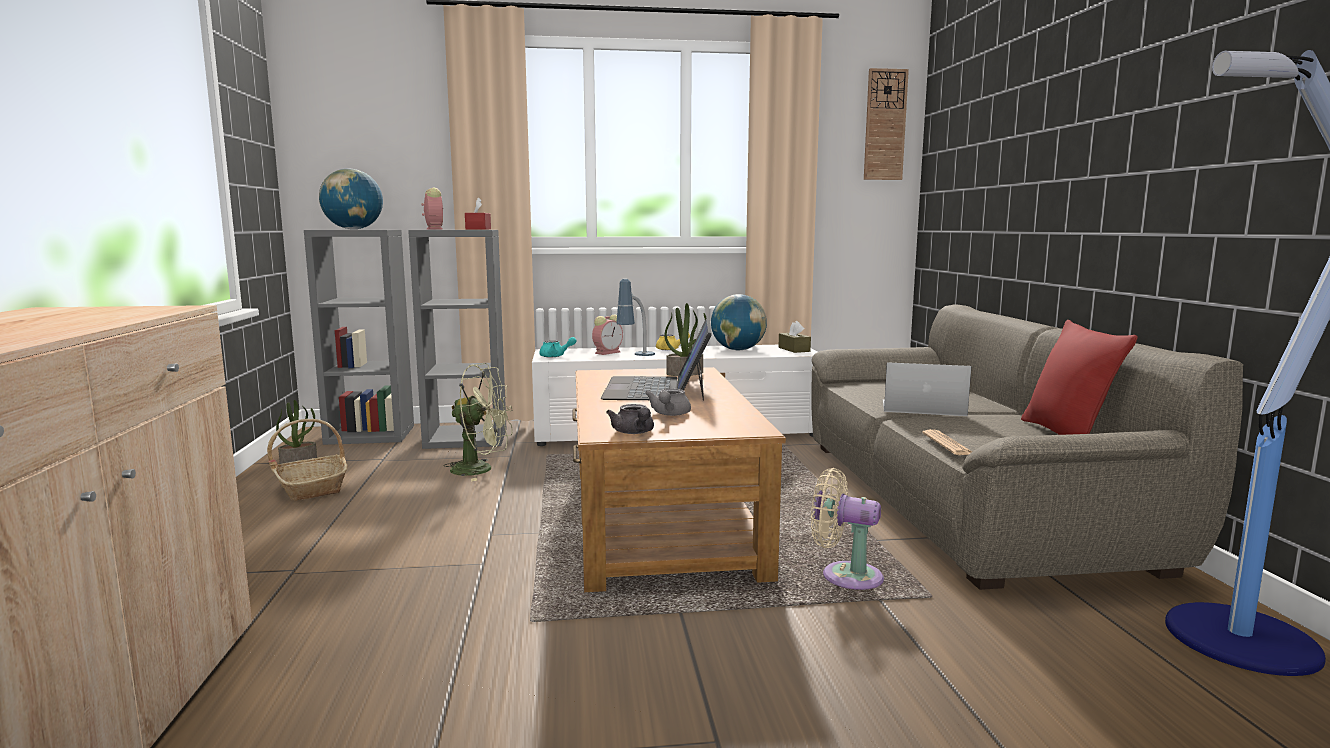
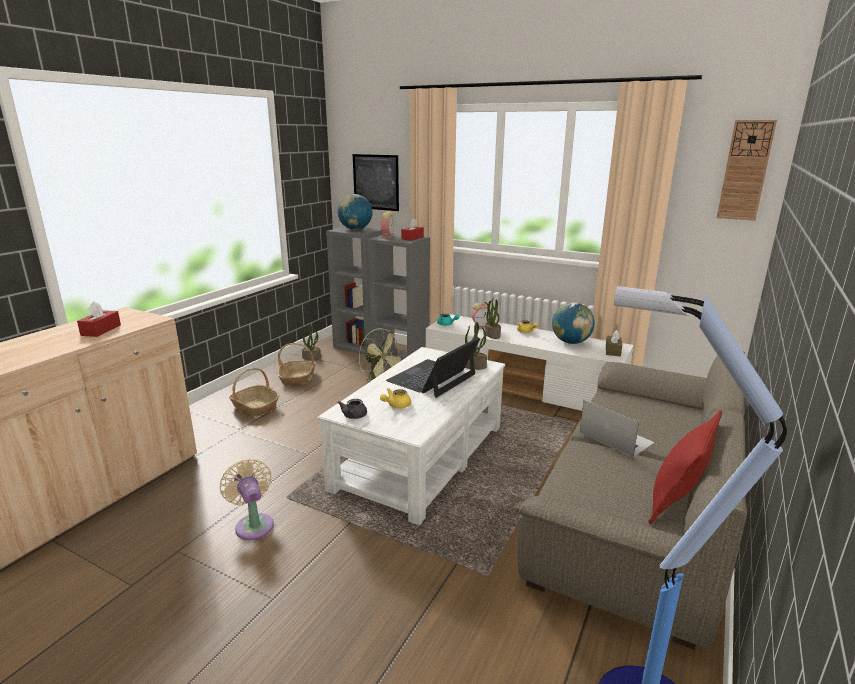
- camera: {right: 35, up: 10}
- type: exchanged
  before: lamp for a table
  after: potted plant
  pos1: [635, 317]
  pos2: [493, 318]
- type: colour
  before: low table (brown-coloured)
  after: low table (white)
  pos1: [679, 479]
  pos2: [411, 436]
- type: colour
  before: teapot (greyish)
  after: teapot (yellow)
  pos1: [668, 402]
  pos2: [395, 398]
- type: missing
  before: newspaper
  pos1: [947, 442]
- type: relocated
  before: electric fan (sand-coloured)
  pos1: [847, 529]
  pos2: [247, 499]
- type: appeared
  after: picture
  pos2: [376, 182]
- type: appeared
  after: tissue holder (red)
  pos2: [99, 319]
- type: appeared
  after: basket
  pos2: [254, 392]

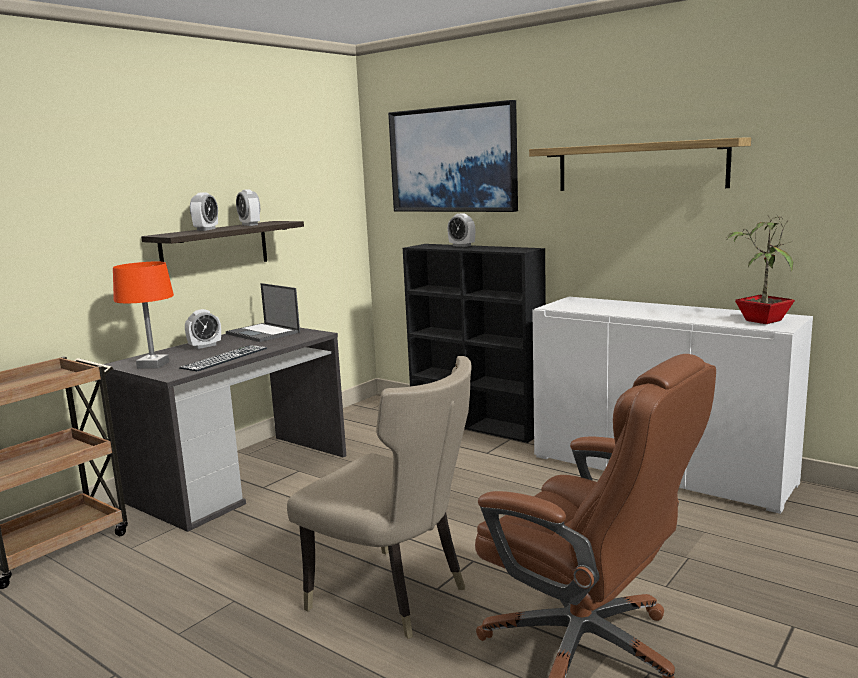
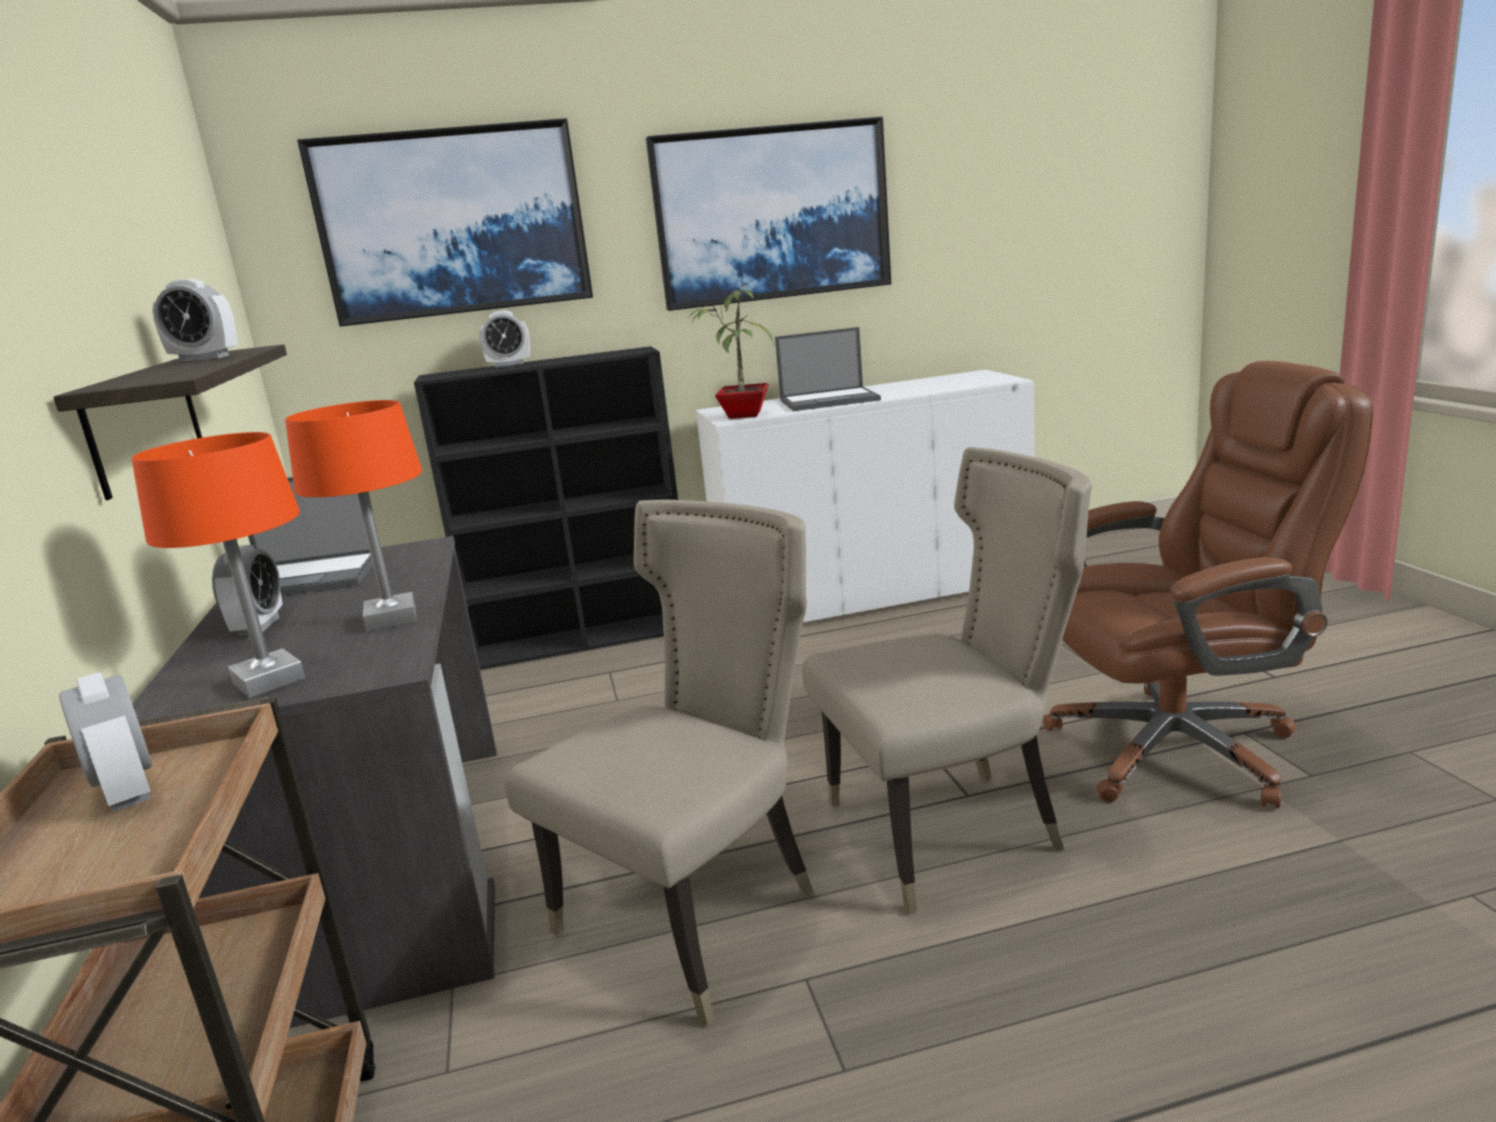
- camera: {right: -50, up: 5}
- type: exchanged
  before: wall shelf
  after: picture
  pos1: [640, 164]
  pos2: [768, 214]
- type: relocated
  before: alarm clock
  pos1: [204, 211]
  pos2: [105, 742]
- type: relocated
  before: potted plant
  pos1: [761, 270]
  pos2: [731, 350]
- type: exchanged
  before: computer keyboard
  after: lamp for a table (orangey)
  pos1: [223, 358]
  pos2: [353, 516]
- type: appeared
  after: laptop
  pos2: [828, 369]
- type: appeared
  after: plain chair (sand-coloured)
  pos2: [660, 763]

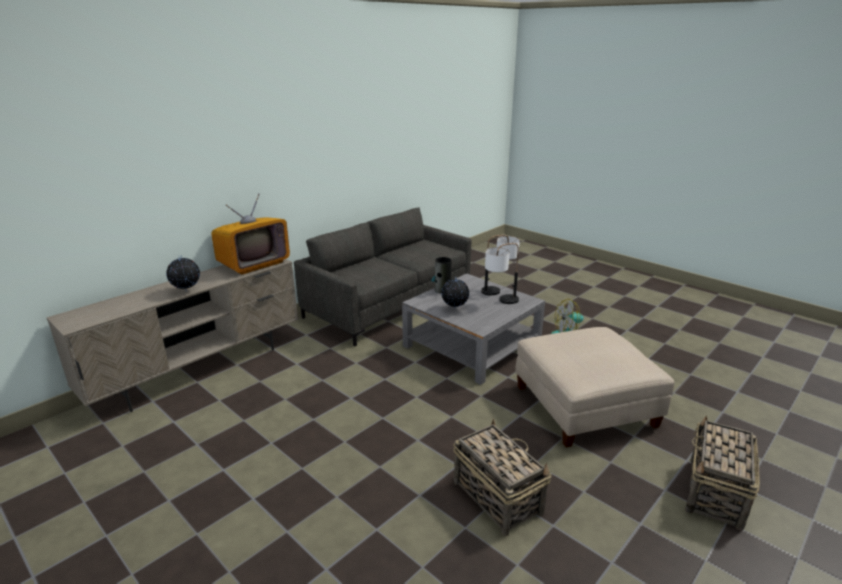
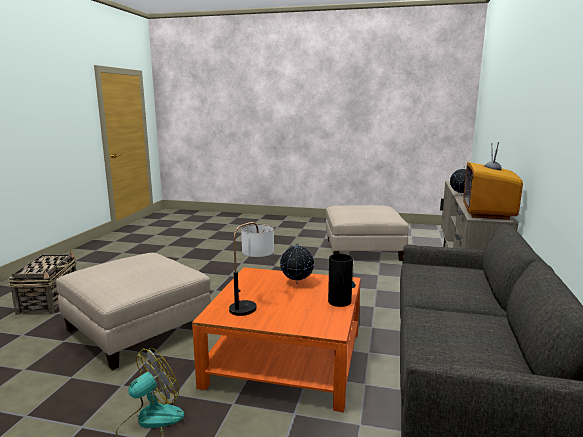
- camera: {right: 150, up: -10}
- type: missing
  before: lamp for a table
  pos1: [500, 265]
- type: colour
  before: low table (greyish)
  after: low table (orangey)
  pos1: [473, 329]
  pos2: [276, 339]
- type: missing
  before: basket
  pos1: [502, 477]
- type: appeared
  after: ottoman (sand-coloured)
  pos2: [367, 233]

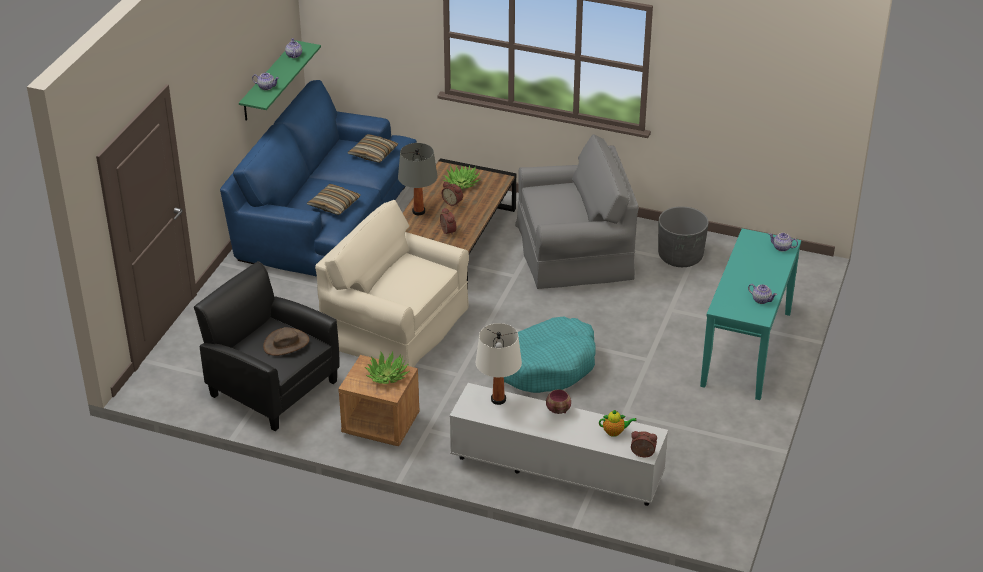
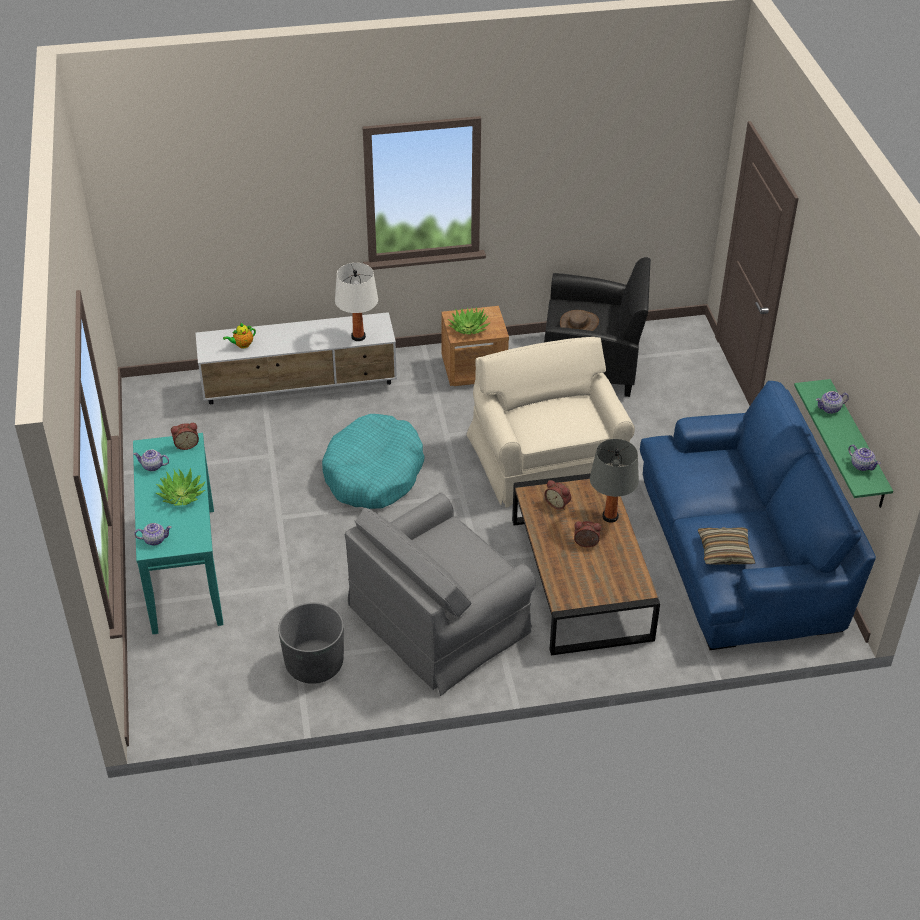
- camera: {right: 150, up: 5}
- type: relocated
  before: potted plant
  pos1: [461, 177]
  pos2: [181, 487]
- type: missing
  before: pillow
  pos1: [334, 199]
- type: spun
  before: armchair (sand-coloured)
  pos1: [392, 283]
  pos2: [551, 422]
  turn: -105
- type: missing
  before: deep dish
  pos1: [558, 401]
- type: relocated
  before: alarm clock
  pos1: [644, 444]
  pos2: [185, 436]

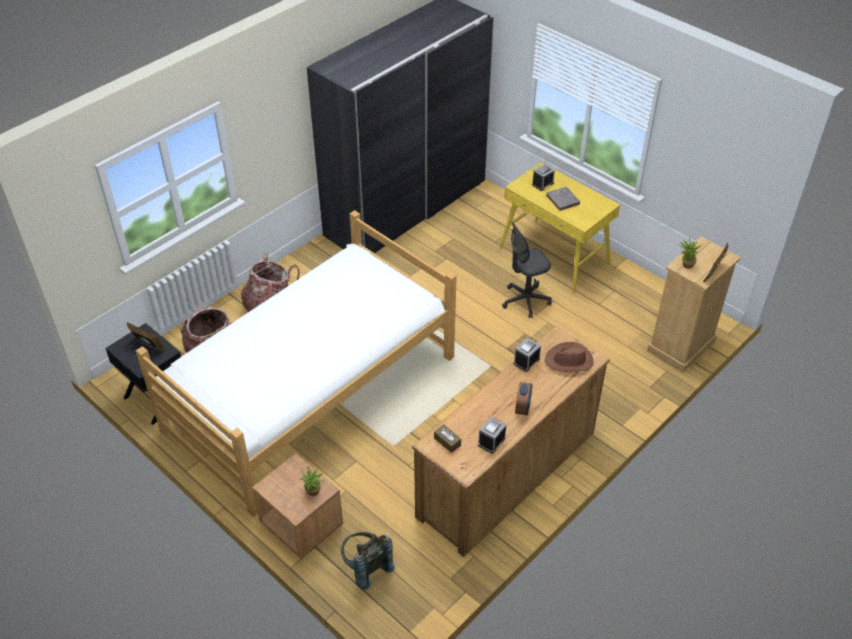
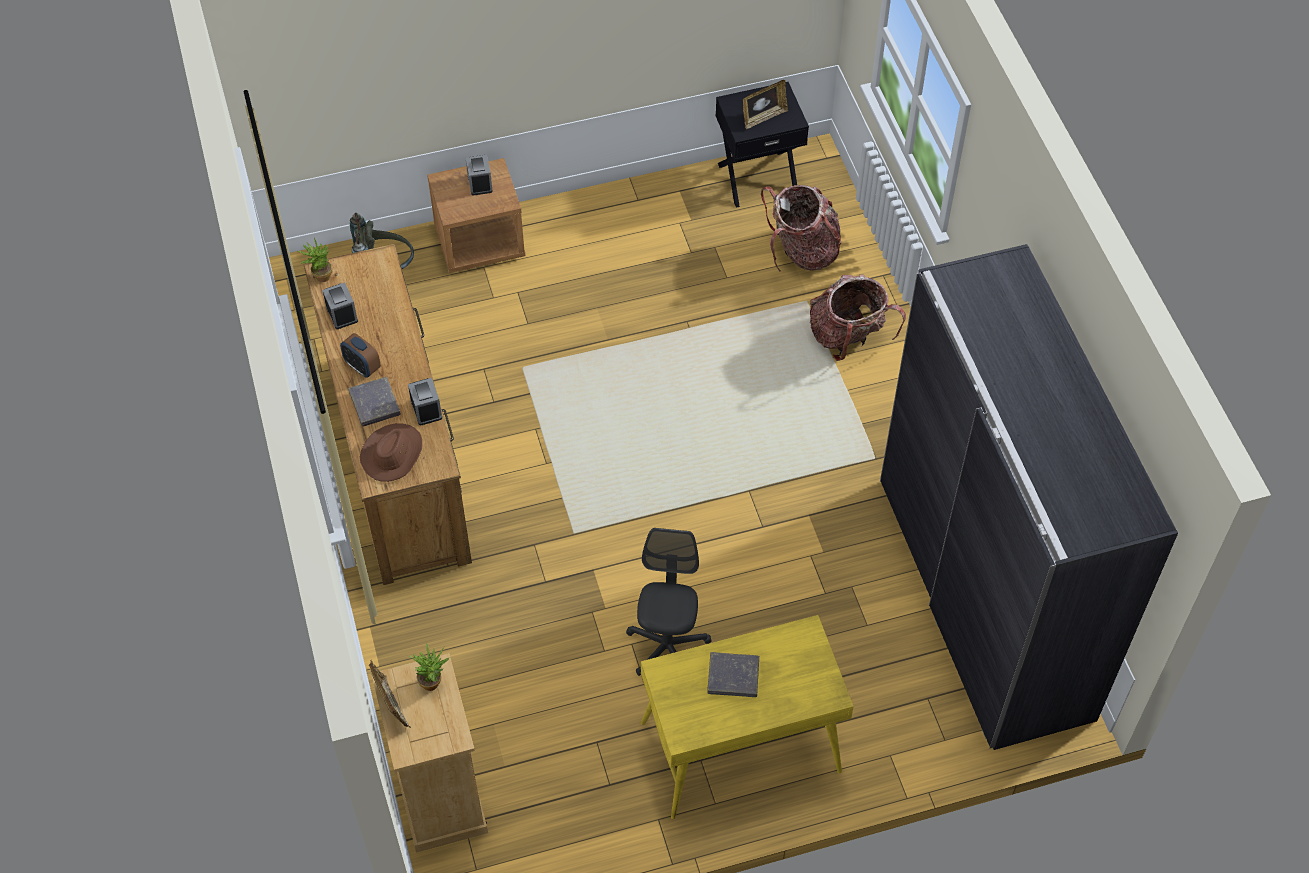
- camera: {right: 120, up: 10}
- type: relocated
  before: alarm clock
  pos1: [543, 177]
  pos2: [479, 175]
- type: missing
  before: bed
  pos1: [296, 363]
- type: missing
  before: tissue holder (brown-coloured)
  pos1: [447, 438]
- type: relocated
  before: potted plant
  pos1: [312, 480]
  pos2: [314, 260]
- type: appeared
  after: bound book (greyish)
  pos2: [374, 402]

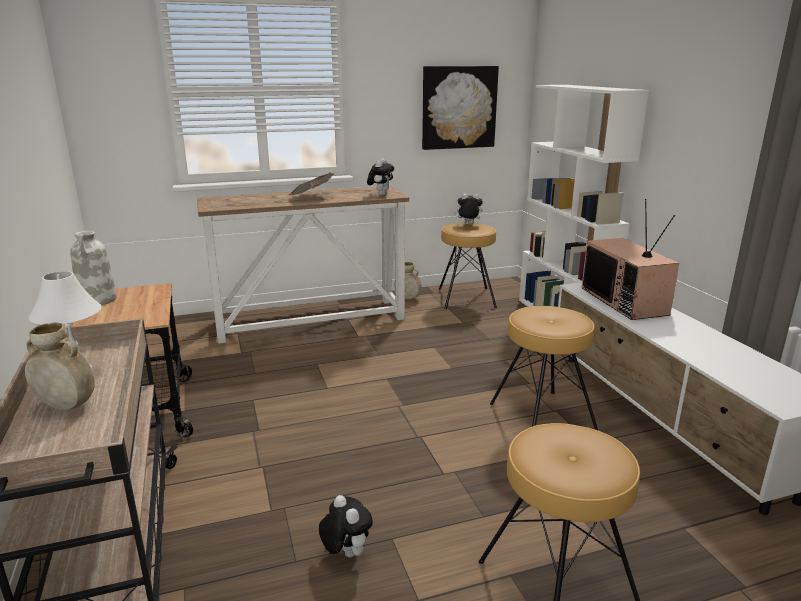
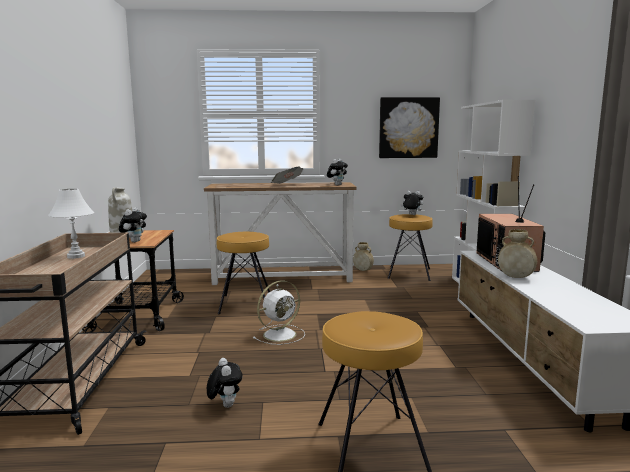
- camera: {right: 15, up: -10}
- type: relocated
  before: stool (brown-coloured)
  pos1: [544, 368]
  pos2: [243, 273]
- type: relocated
  before: decorative vase (sand-coloured)
  pos1: [60, 366]
  pos2: [517, 253]
- type: appeared
  after: cuddly toy
  pos2: [133, 225]
- type: appeared
  after: electric fan (white)
  pos2: [279, 313]

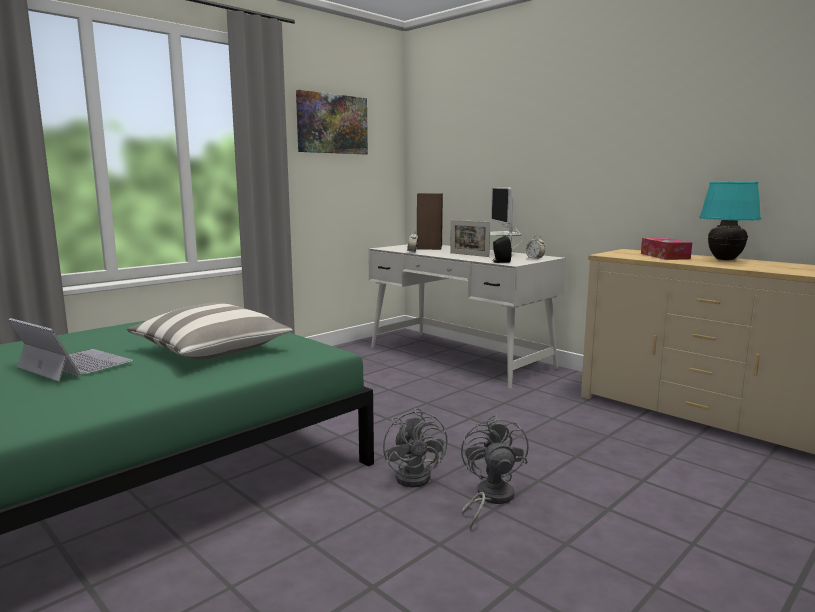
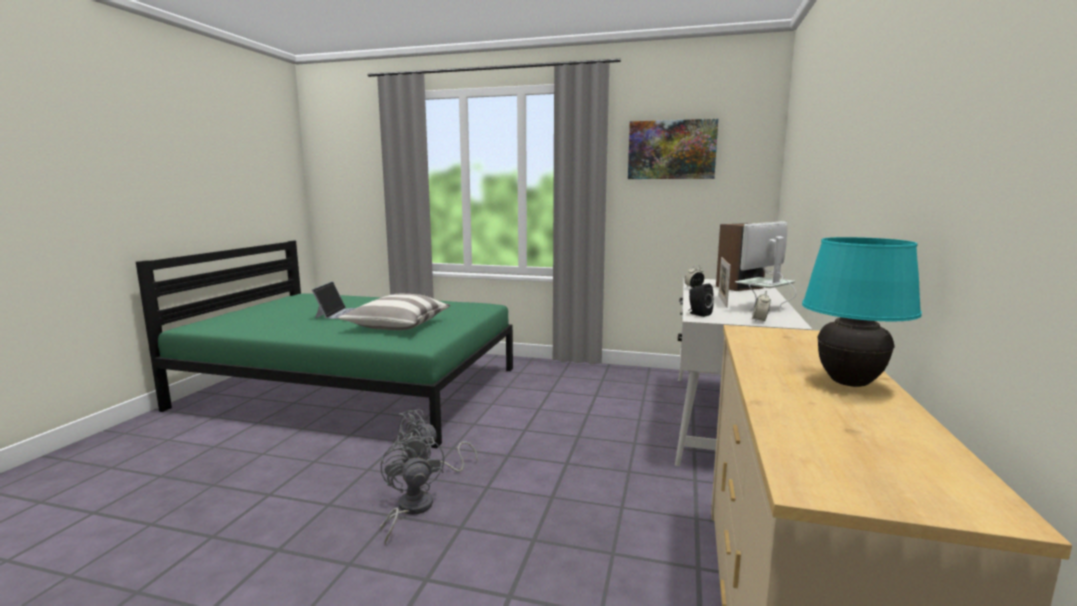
- camera: {right: 60, up: 0}
- type: missing
  before: tissue holder
  pos1: [666, 249]
- type: spun
  before: electric fan (greyish)
  pos1: [495, 472]
  pos2: [412, 488]
  turn: -75

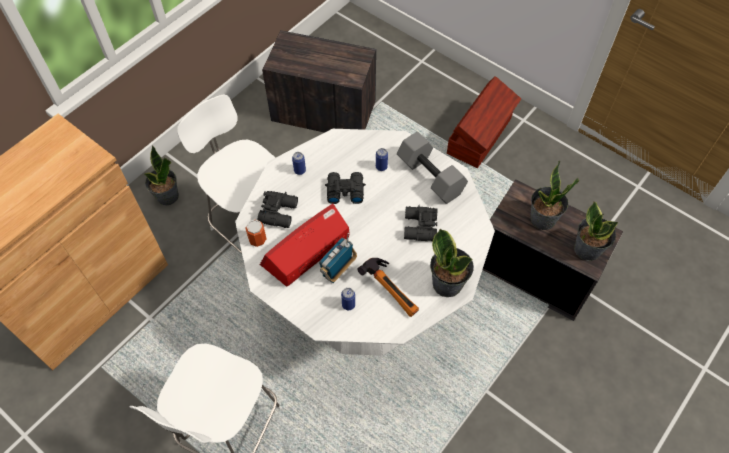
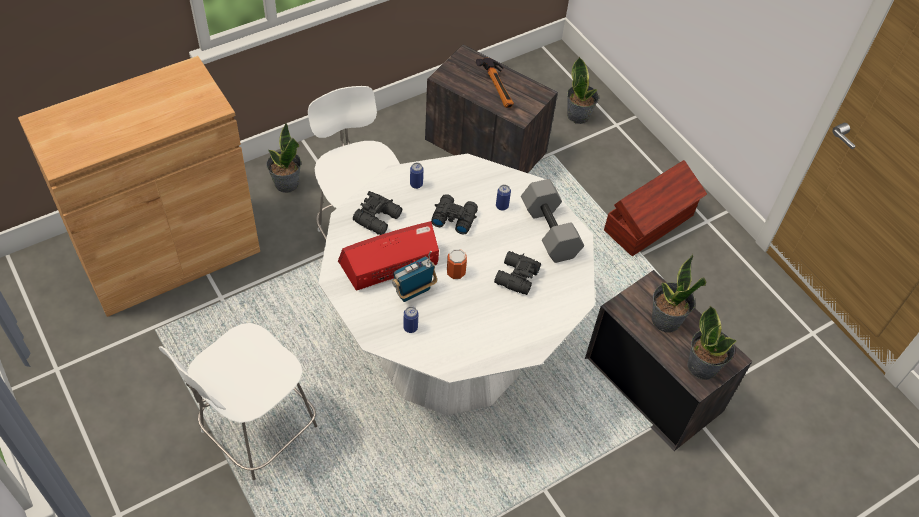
- camera: {right: 15, up: -5}
- type: relocated
  before: metal can
  pos1: [255, 233]
  pos2: [457, 264]
- type: relocated
  before: potted plant
  pos1: [452, 263]
  pos2: [583, 90]
- type: relocated
  before: tool hammer
  pos1: [388, 287]
  pos2: [495, 82]

